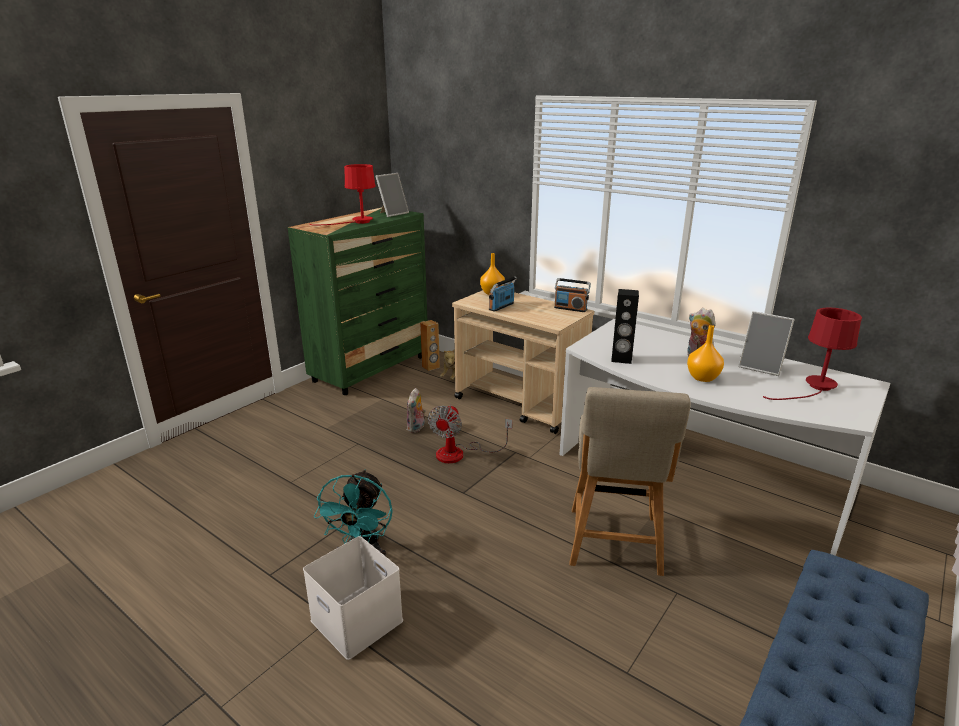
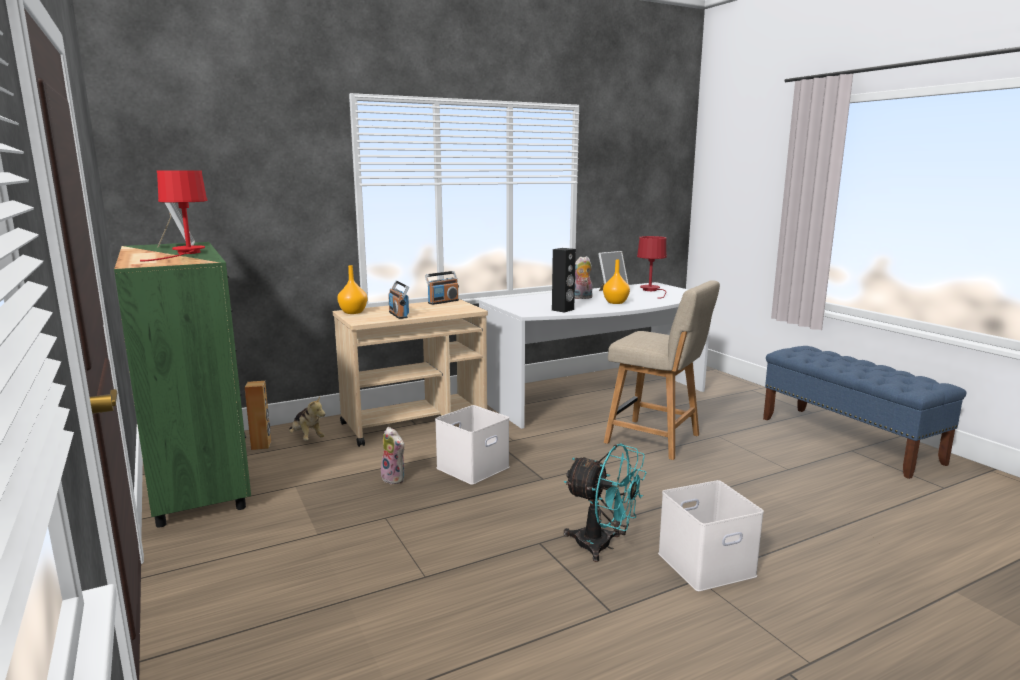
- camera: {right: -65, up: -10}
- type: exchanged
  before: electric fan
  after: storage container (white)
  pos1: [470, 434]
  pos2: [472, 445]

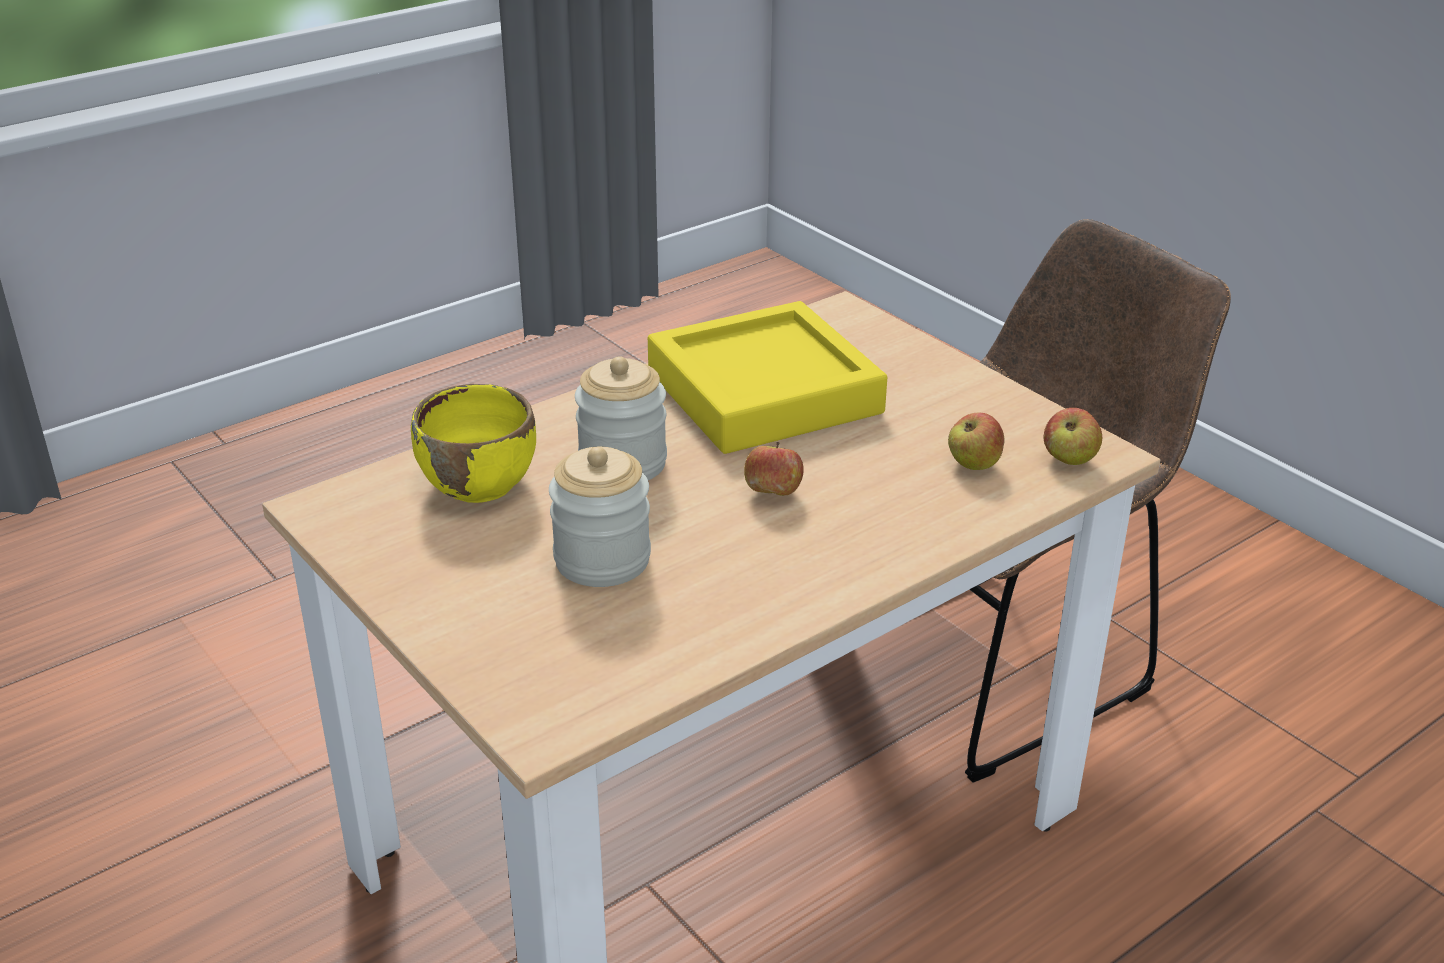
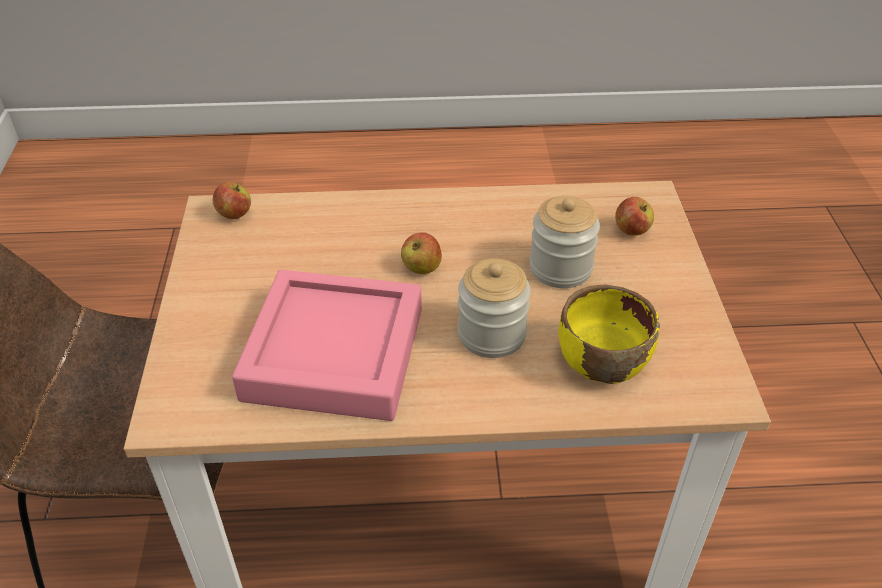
- camera: {right: -145, up: 10}
- type: colour
  before: serving tray (yellow)
  after: serving tray (pink-coloured)
  pos1: [767, 377]
  pos2: [327, 345]
- type: relocated
  before: apple
  pos1: [976, 441]
  pos2: [634, 216]

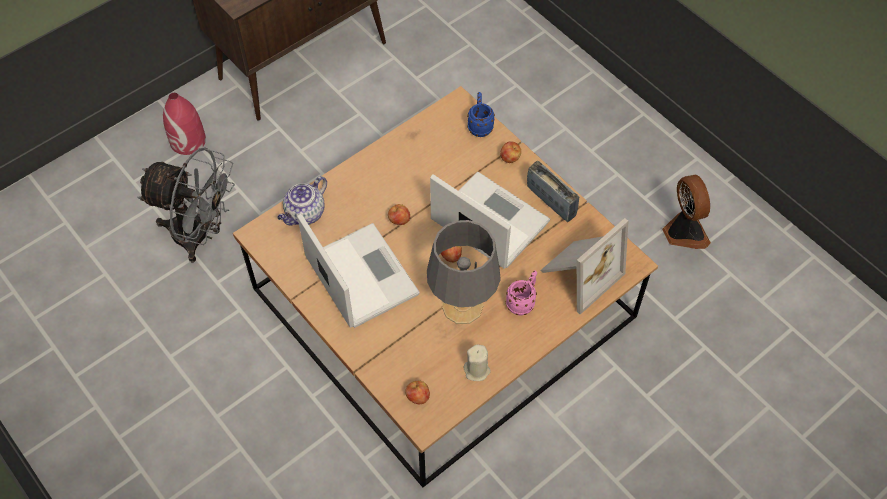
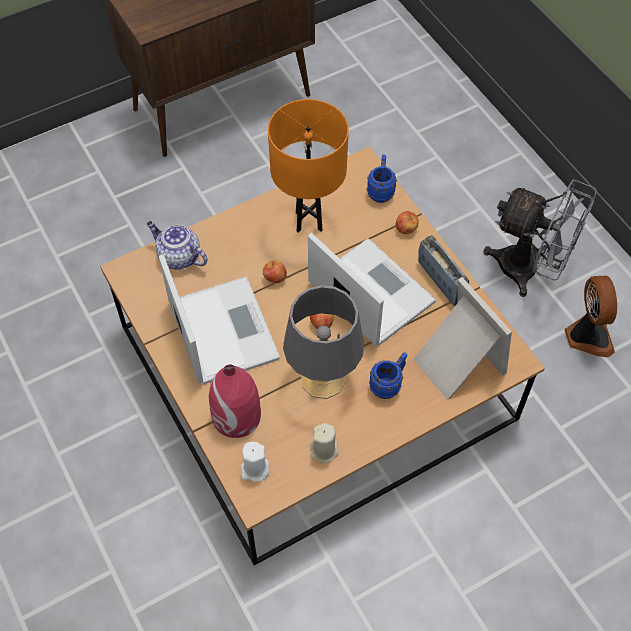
- camera: {right: 10, up: 0}
- type: relocated
  before: decorative vase (red)
  pos1: [184, 124]
  pos2: [235, 401]
- type: relocated
  before: electric fan (greyish)
  pos1: [186, 205]
  pos2: [540, 238]
- type: spun
  before: teapot
  pos1: [302, 201]
  pos2: [177, 245]
  turn: 75
- type: spun
  before: photo frame
  pos1: [584, 266]
  pos2: [463, 338]
  turn: -90
- type: colour
  before: mug (pink-coloured)
  after: mug (blue-coloured)
  pos1: [521, 293]
  pos2: [388, 375]
- type: exchanged
  before: apple
  after: candle (white)
  pos1: [417, 392]
  pos2: [255, 462]
- type: appeared
  after: lamp for a table (orangey)
  pos2: [308, 166]

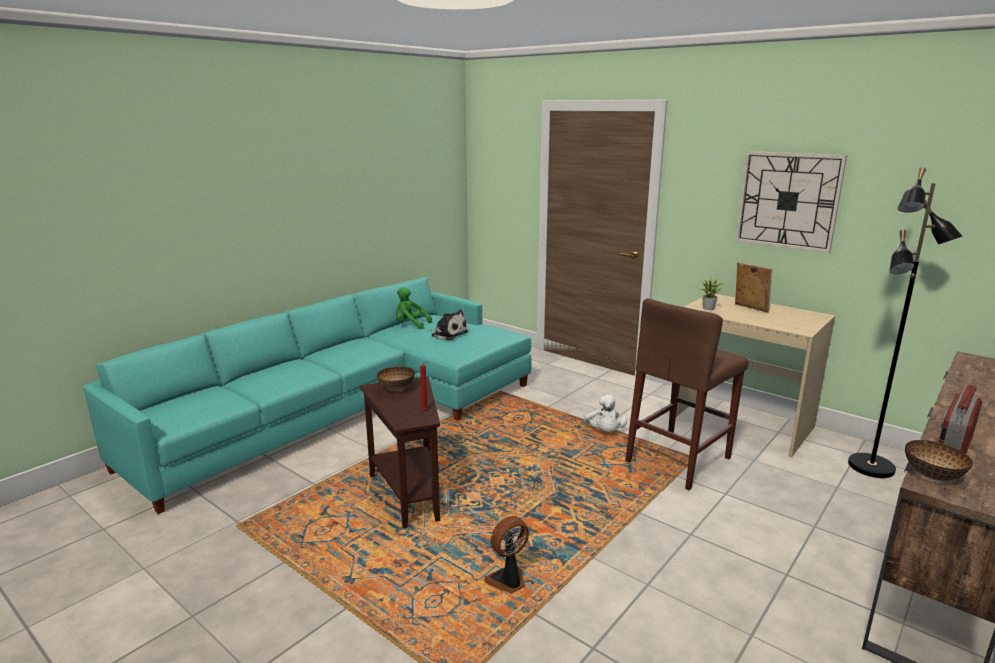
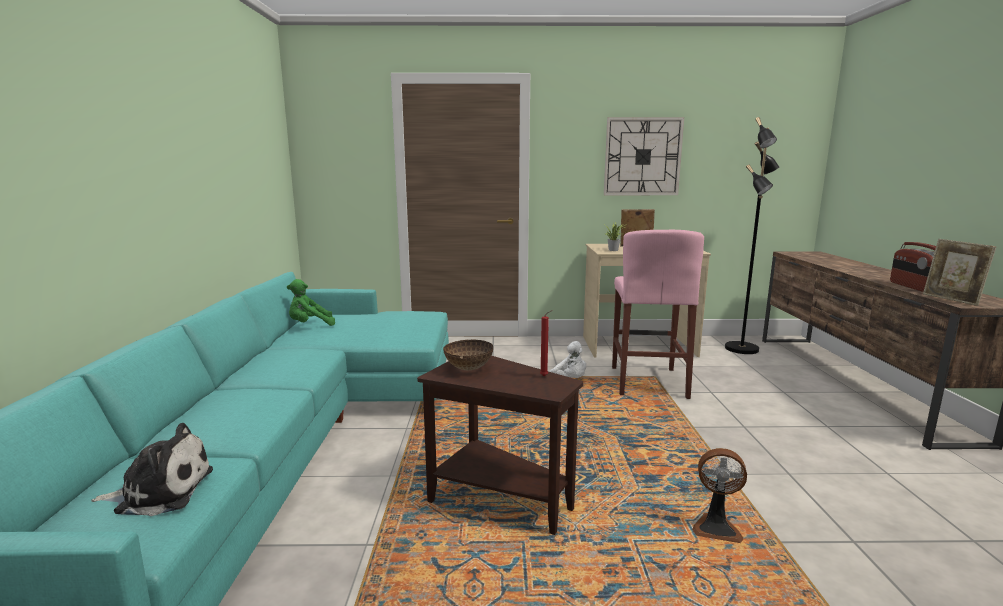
- camera: {right: -40, up: -5}
- type: colour
  before: stool (brown-coloured)
  after: stool (pink-coloured)
  pos1: [686, 394]
  pos2: [658, 314]
- type: relocated
  before: cuddly toy
  pos1: [447, 324]
  pos2: [152, 469]
- type: exchanged
  before: deep dish
  after: photo frame
  pos1: [939, 460]
  pos2: [960, 272]
- type: spun
  before: electric fan
  pos1: [506, 555]
  pos2: [719, 495]
  turn: -90

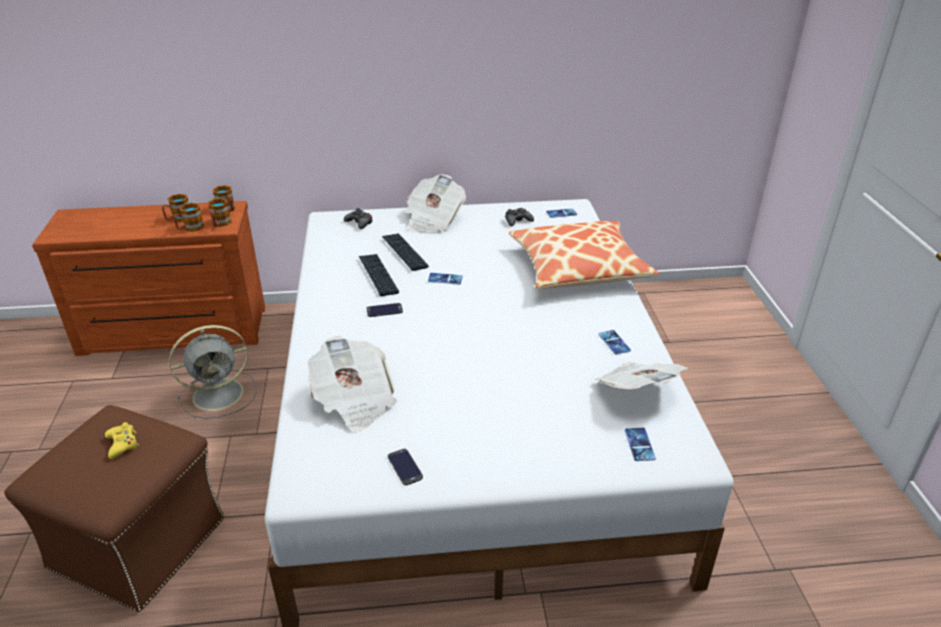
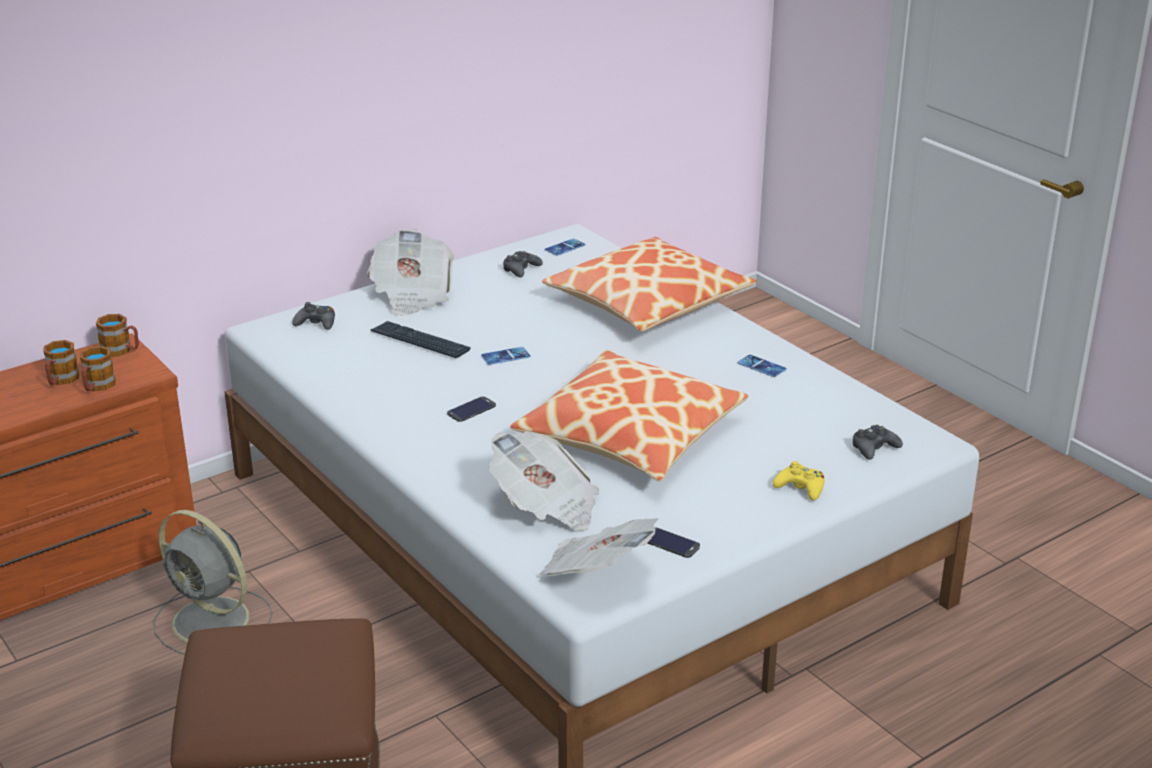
- camera: {right: -30, up: -5}
- type: missing
  before: mug
  pos1: [220, 212]
- type: missing
  before: computer keyboard
  pos1: [379, 275]
- type: spun
  before: electric fan (greyish)
  pos1: [213, 372]
  pos2: [213, 582]
  turn: 90
- type: relocated
  before: newspaper
  pos1: [641, 375]
  pos2: [598, 547]
- type: relocated
  before: gamepad (yellow)
  pos1: [122, 440]
  pos2: [799, 481]
- type: exchanged
  before: phone
  after: gamepad (blackish)
  pos1: [640, 444]
  pos2: [878, 442]
- type: appeared
  after: pillow
  pos2: [629, 415]

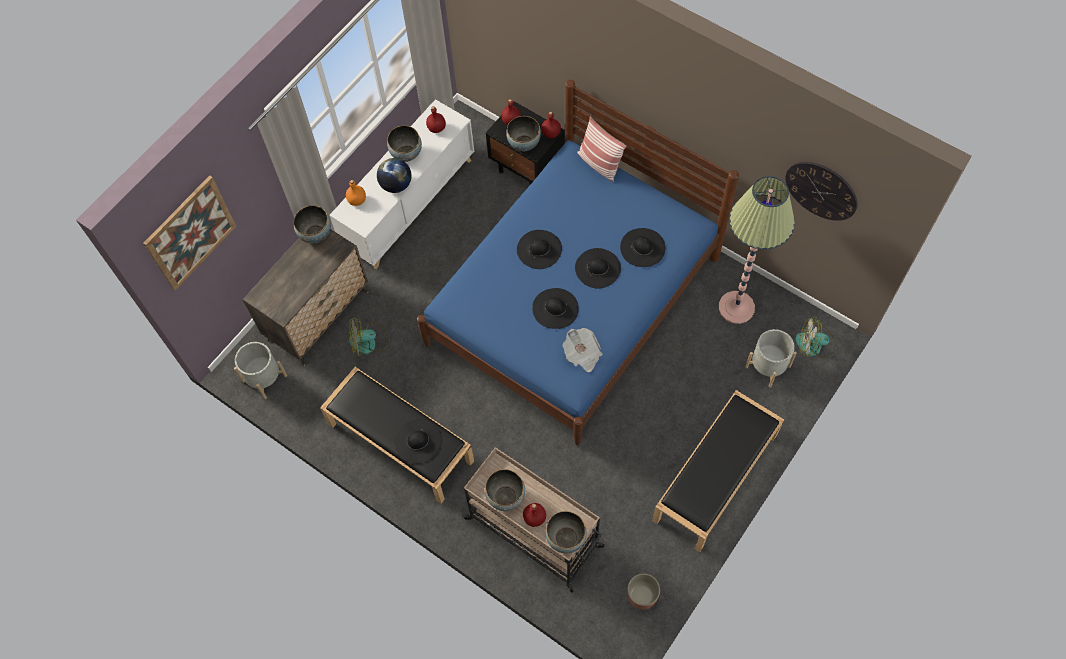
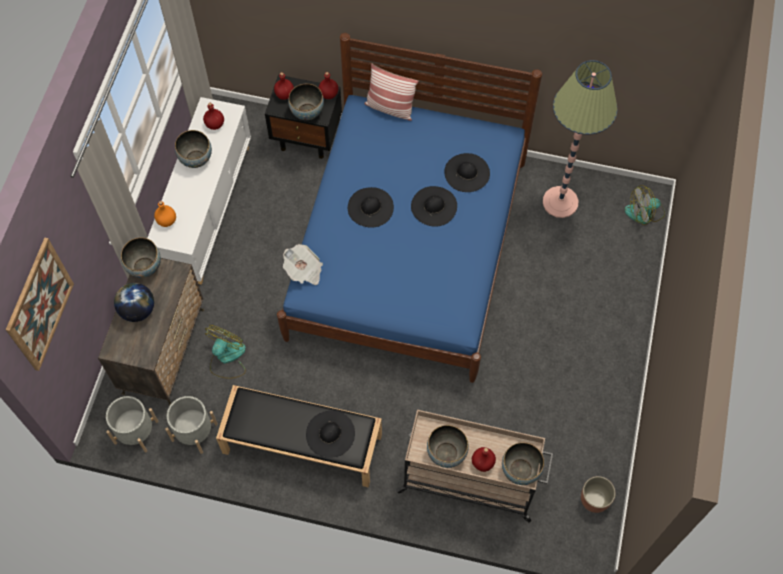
- camera: {right: -25, up: 0}
- type: relocated
  before: world globe
  pos1: [394, 175]
  pos2: [134, 302]
- type: missing
  before: clock on the wall
  pos1: [821, 191]
- type: missing
  before: hat (blackish)
  pos1: [555, 308]
- type: spun
  before: electric fan
  pos1: [369, 337]
  pos2: [225, 352]
  turn: 150
- type: relocated
  before: newspaper
  pos1: [582, 350]
  pos2: [303, 264]
- type: relocated
  before: flower pot (greyish)
  pos1: [771, 358]
  pos2: [191, 425]
- type: missing
  before: long seat (blackish)
  pos1: [718, 471]

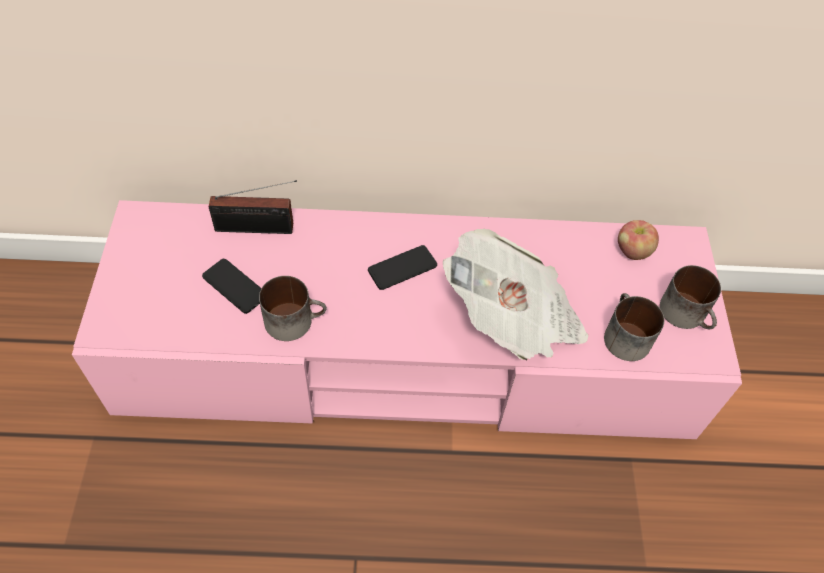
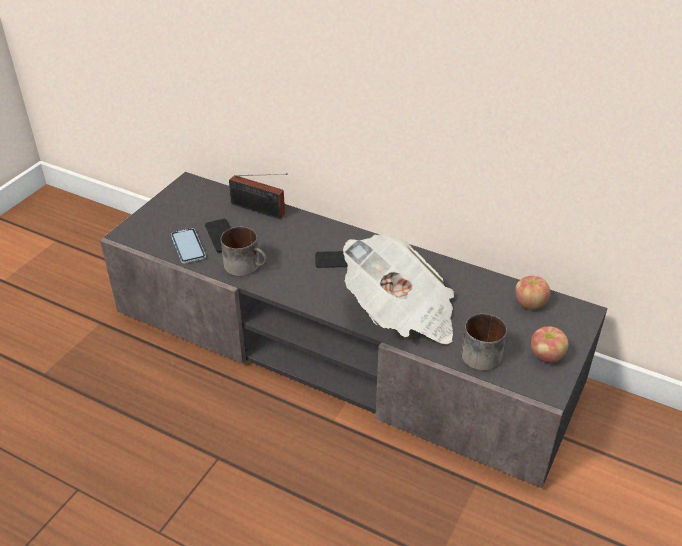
- camera: {right: 30, up: -15}
- type: colour
  before: tv stand (pink-coloured)
  after: tv stand (greyish)
  pos1: [407, 319]
  pos2: [354, 330]
- type: exchanged
  before: mug
  after: apple
  pos1: [690, 297]
  pos2: [550, 345]
- type: appeared
  after: phone
  pos2: [188, 246]

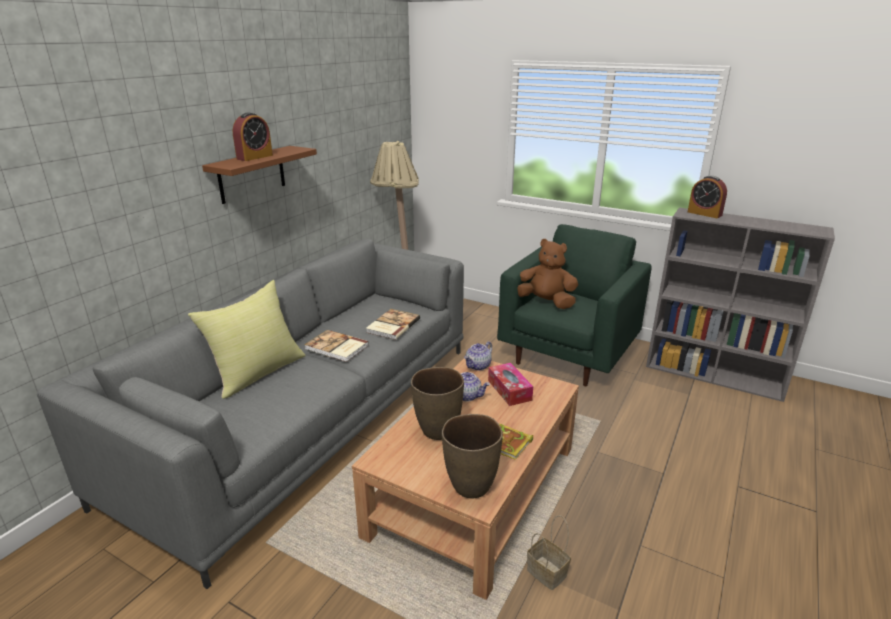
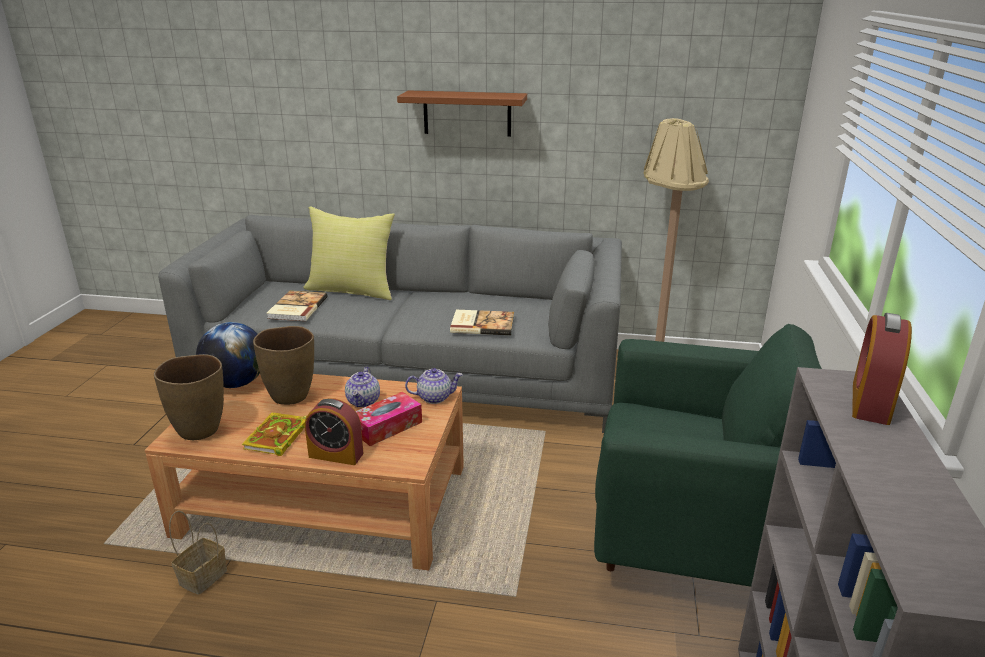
- camera: {right: 70, up: 0}
- type: relocated
  before: alarm clock
  pos1: [253, 136]
  pos2: [334, 431]
- type: missing
  before: cuddly toy (brown-coloured)
  pos1: [547, 274]
- type: relocated
  before: bound book
  pos1: [336, 346]
  pos2: [296, 305]
- type: spun
  before: teapot
  pos1: [478, 356]
  pos2: [434, 386]
  turn: 150
- type: appeared
  after: world globe
  pos2: [228, 355]

